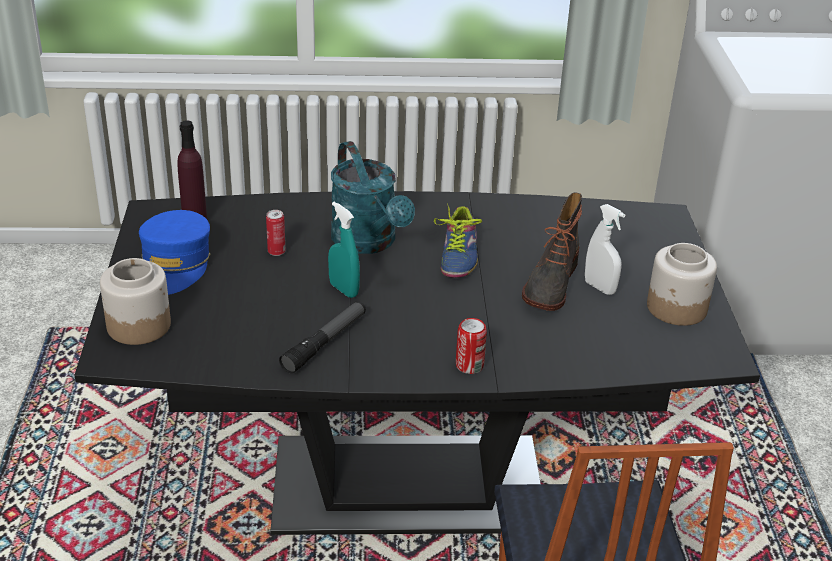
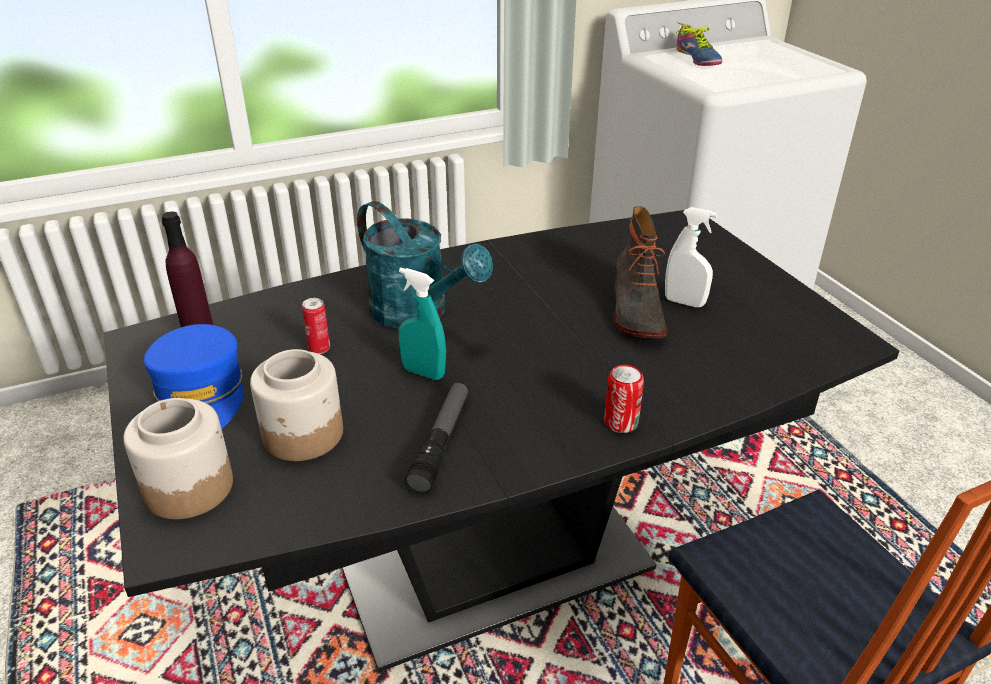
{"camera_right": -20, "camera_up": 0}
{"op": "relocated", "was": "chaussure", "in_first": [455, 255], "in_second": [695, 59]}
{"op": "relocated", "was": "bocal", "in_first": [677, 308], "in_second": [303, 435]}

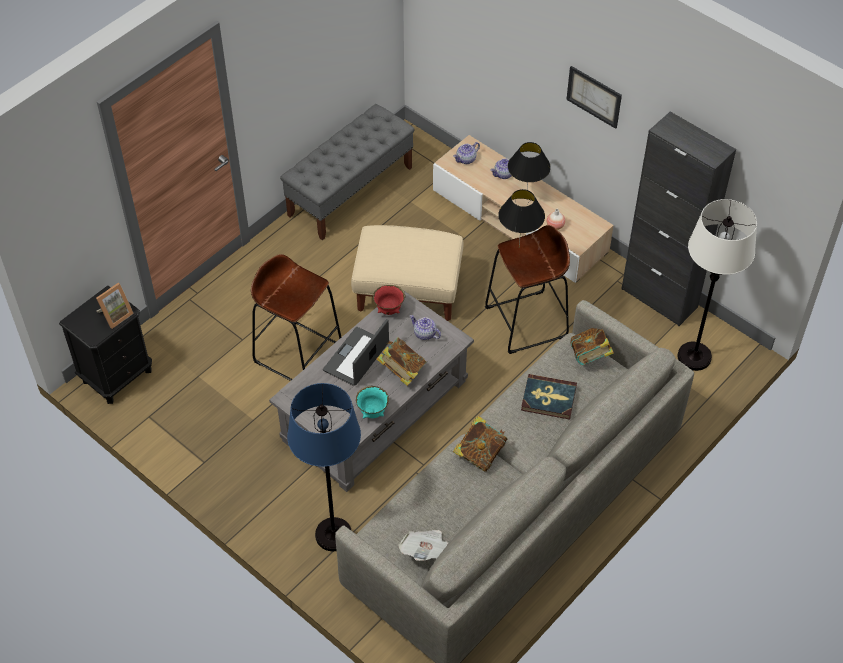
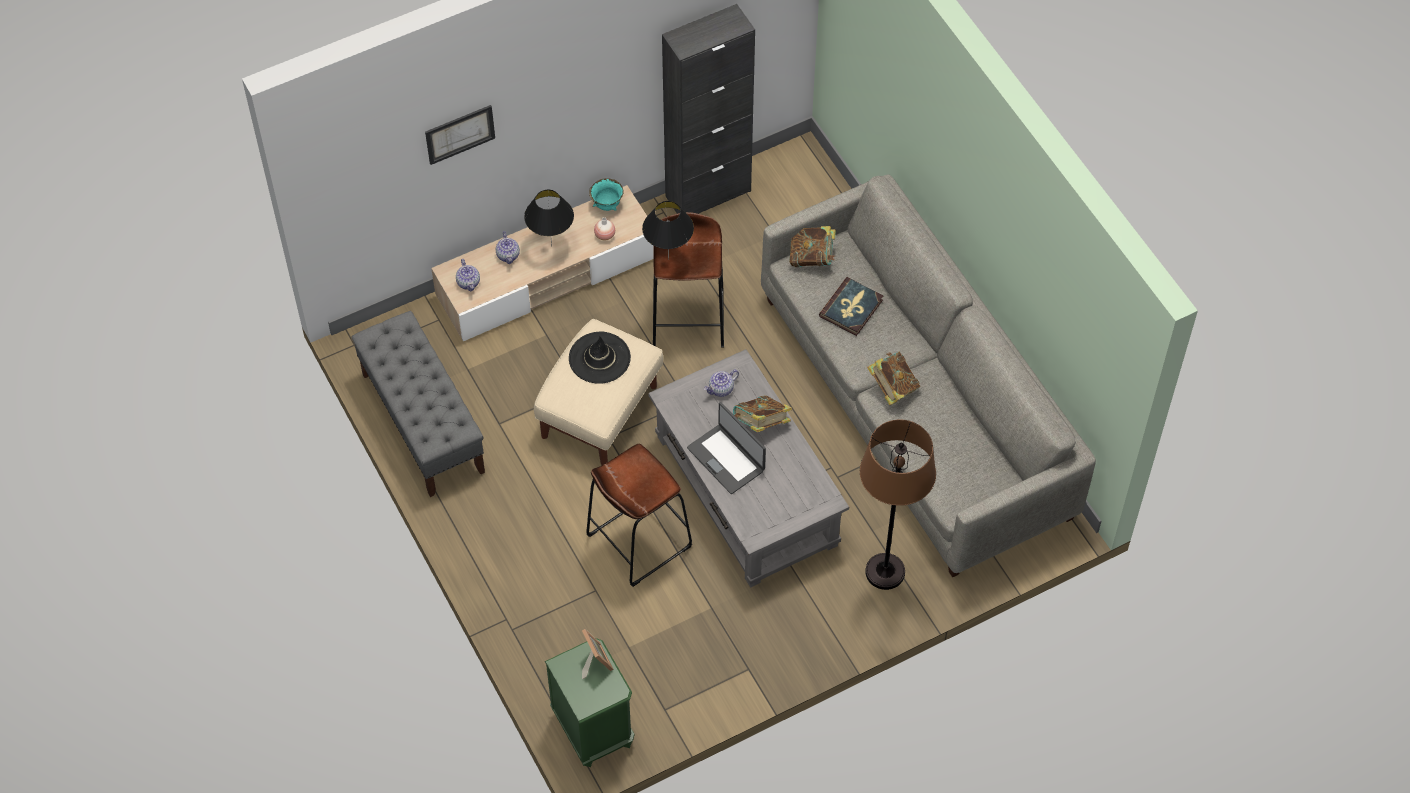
{"camera_right": -70, "camera_up": 5}
{"op": "missing", "was": "bol/rouge", "in_first": [389, 310]}
{"op": "missing", "was": "journal", "in_first": [425, 551]}
{"op": "missing", "was": "lampadaire/blanc", "in_first": [694, 357]}
{"op": "appeared", "now": "chapeau/noir", "in_second": [599, 358]}
{"op": "relocated", "was": "bol/turquoise", "in_first": [373, 412], "in_second": [607, 205]}
{"op": "relocated", "was": "tableau", "in_first": [594, 96], "in_second": [460, 134]}
{"op": "colour", "was": "table de chevet/noir", "now": "table de chevet/vert", "in_first": [117, 376], "in_second": [593, 729]}
{"op": "colour", "was": "lampadaire/bleu", "now": "lampadaire/marron", "in_first": [333, 535], "in_second": [885, 572]}

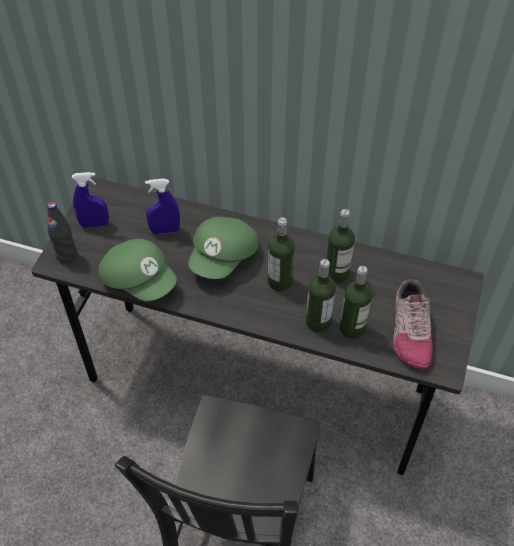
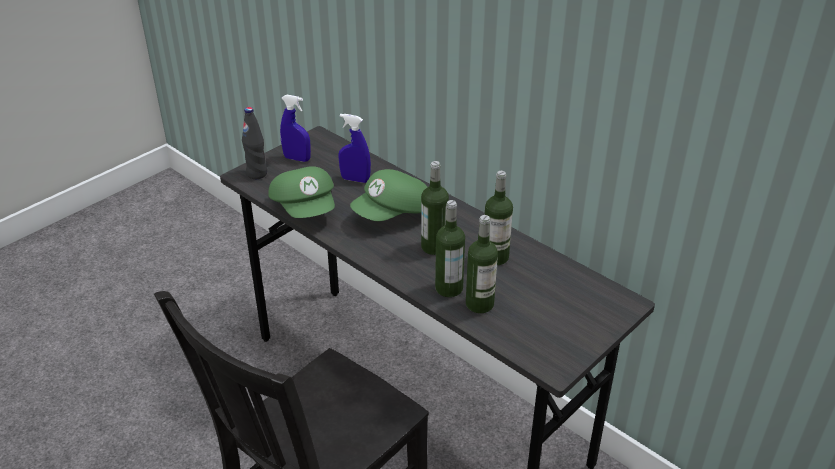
{"camera_right": 25, "camera_up": -15}
{"op": "missing", "was": "chaussure", "in_first": [409, 330]}

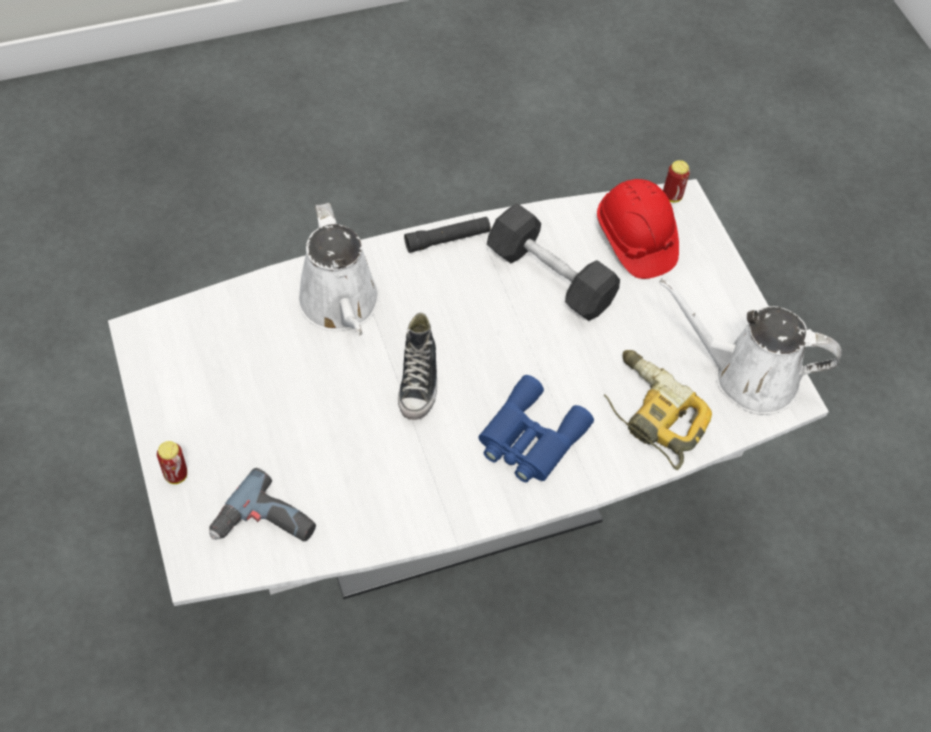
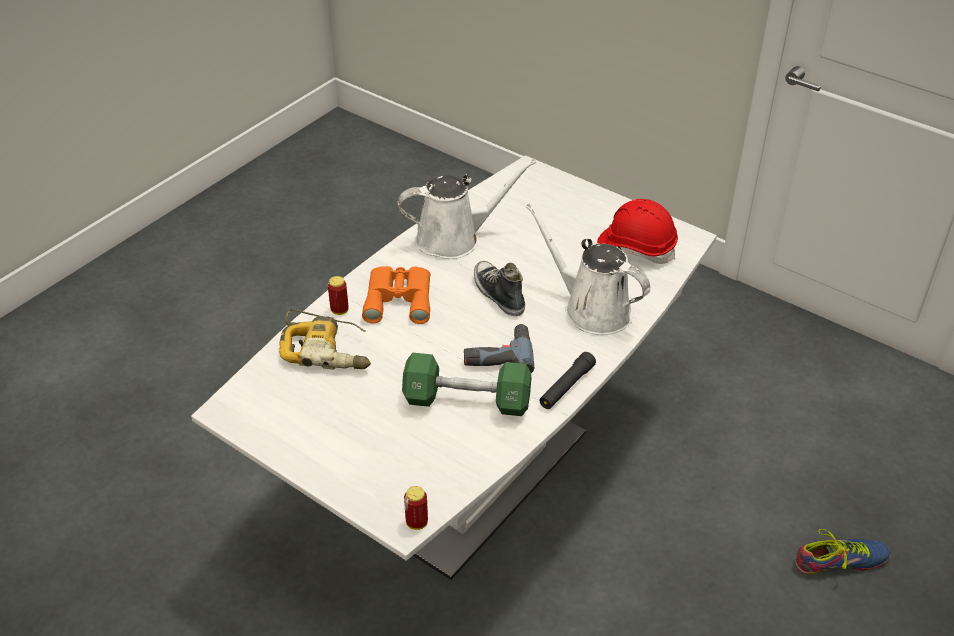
{"camera_right": 150, "camera_up": -15}
{"op": "appeared", "now": "chaussure", "in_second": [840, 561]}
{"op": "relocated", "was": "boîte métallique", "in_first": [176, 475], "in_second": [339, 310]}
{"op": "relocated", "was": "perceuse", "in_first": [265, 527], "in_second": [498, 354]}
{"op": "relocated", "was": "casque de chantier/rouge", "in_first": [635, 240], "in_second": [636, 246]}
{"op": "relocated", "was": "arrosoir/blanc", "in_first": [746, 376], "in_second": [454, 238]}
{"op": "colour", "was": "jumelles/bleu", "now": "jumelles/orange", "in_first": [529, 439], "in_second": [399, 298]}
{"op": "colour", "was": "haltère/noir", "now": "haltère/vert", "in_first": [550, 277], "in_second": [467, 400]}

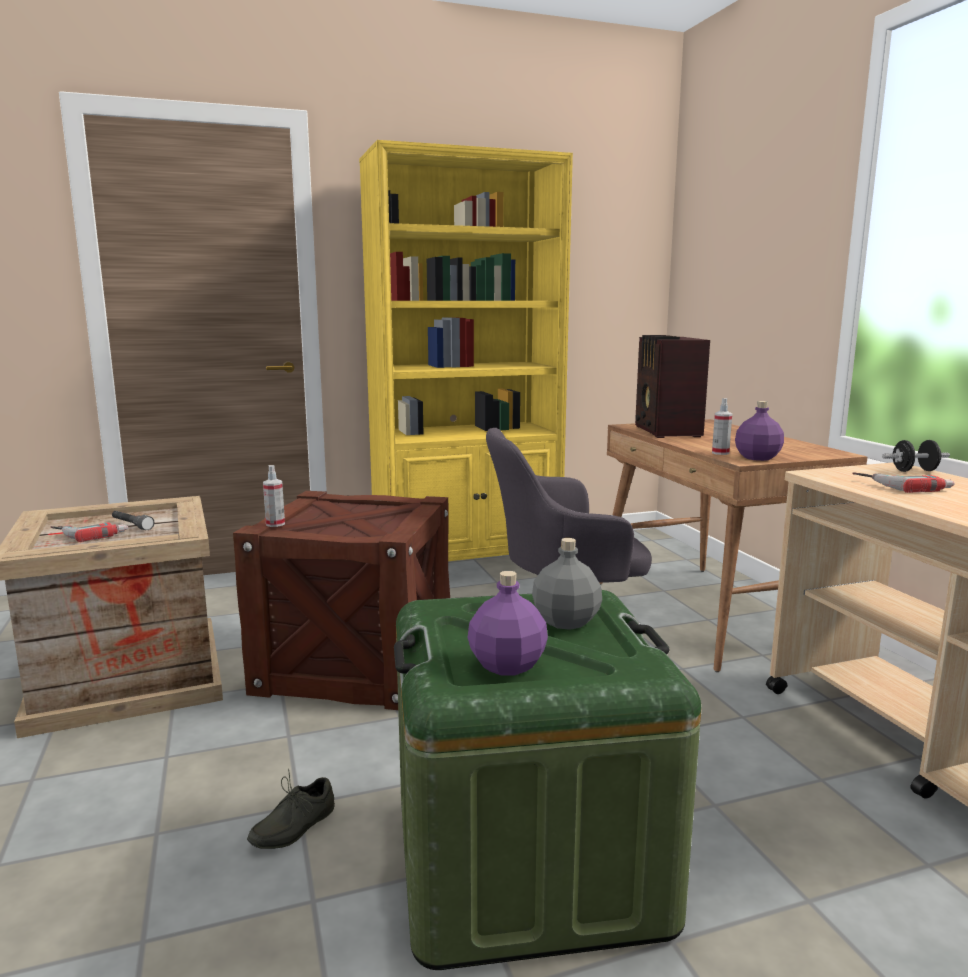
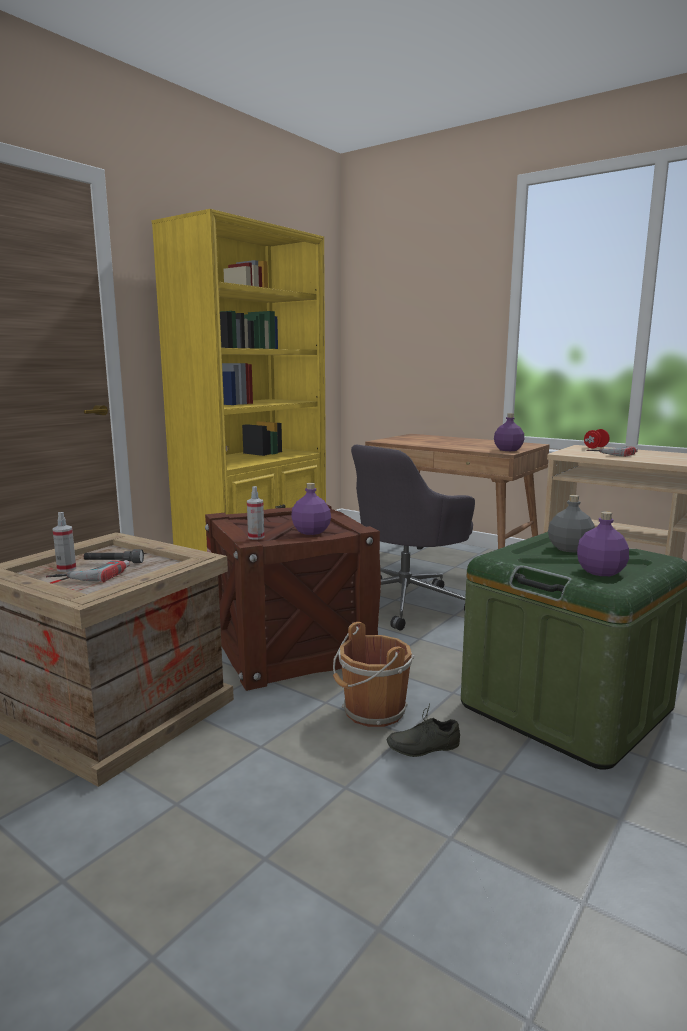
{"camera_right": -35, "camera_up": 0}
{"op": "missing", "was": "radio", "in_first": [666, 431]}
{"op": "appeared", "now": "bouteille/violet", "in_second": [310, 531]}
{"op": "appeared", "now": "seau/marron", "in_second": [372, 712]}
{"op": "relocated", "was": "vaporisateur", "in_first": [720, 453], "in_second": [66, 568]}
{"op": "colour", "was": "haltère/noir", "now": "haltère/rouge", "in_first": [914, 471], "in_second": [595, 447]}
{"op": "spun", "was": "chaussure/gris", "in_first": [291, 826], "in_second": [422, 745], "clockwise": 75}

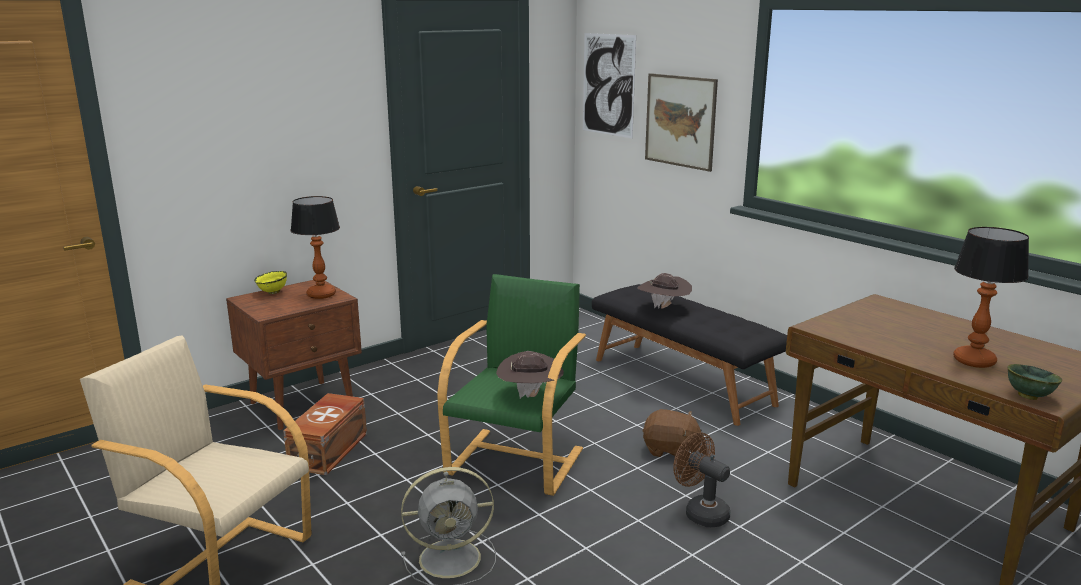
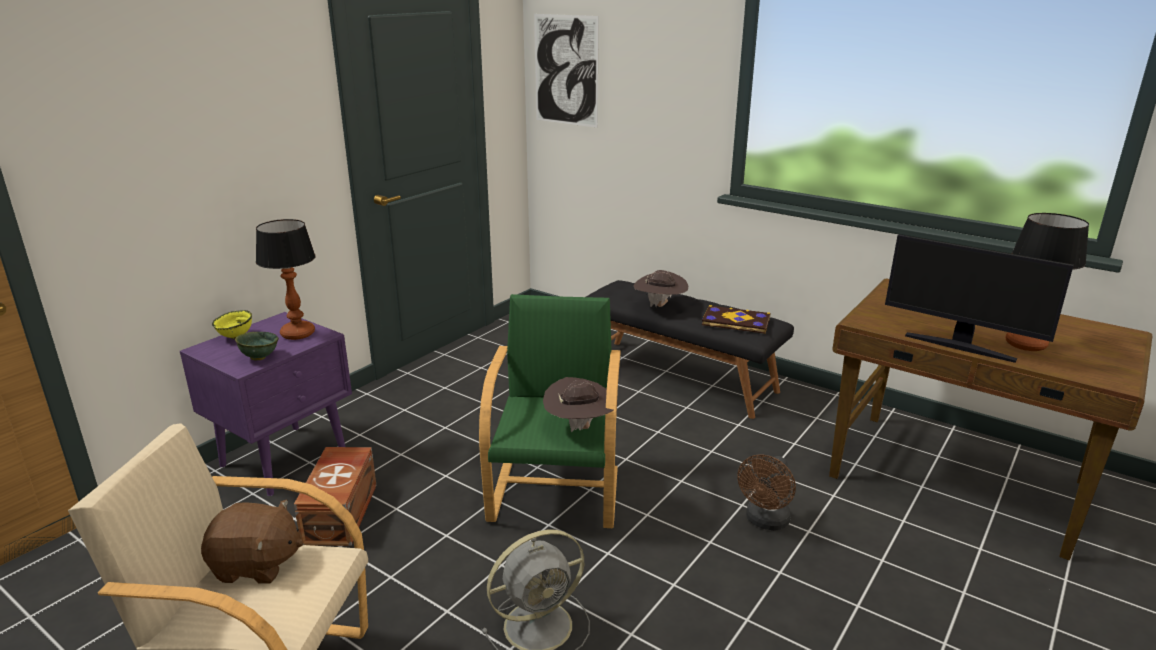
{"camera_right": -15, "camera_up": 5}
{"op": "missing", "was": "tableau", "in_first": [680, 121]}
{"op": "appeared", "now": "livre", "in_second": [735, 322]}
{"op": "appeared", "now": "écran d'ordinateur", "in_second": [959, 346]}
{"op": "relocated", "was": "peluche/marron", "in_first": [670, 450], "in_second": [257, 565]}
{"op": "relocated", "was": "bol/vert", "in_first": [1027, 396], "in_second": [259, 357]}
{"op": "colour", "was": "table de chevet/marron", "now": "table de chevet/violet", "in_first": [304, 404], "in_second": [286, 458]}
{"op": "spun", "was": "ventilateur/marron", "in_first": [701, 512], "in_second": [765, 522], "clockwise": -90}

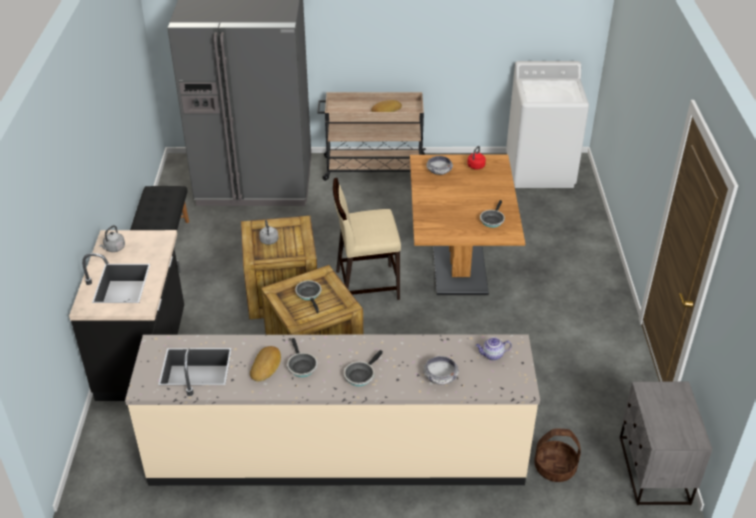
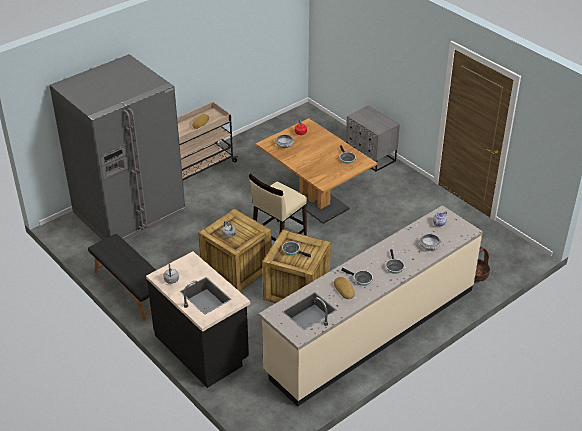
{"camera_right": -40, "camera_up": 0}
{"op": "missing", "was": "lave-linge/blanc", "in_first": [540, 170]}
{"op": "relocated", "was": "table de chevet/gris", "in_first": [653, 471], "in_second": [370, 157]}

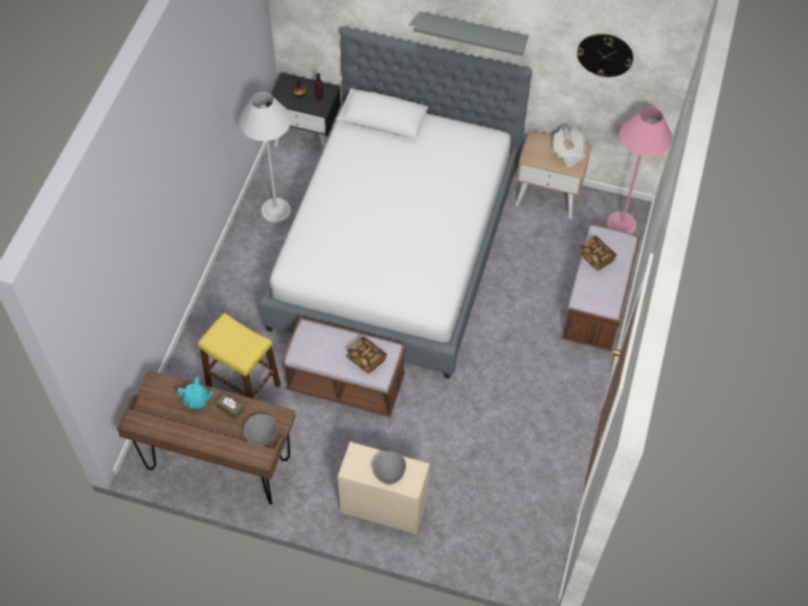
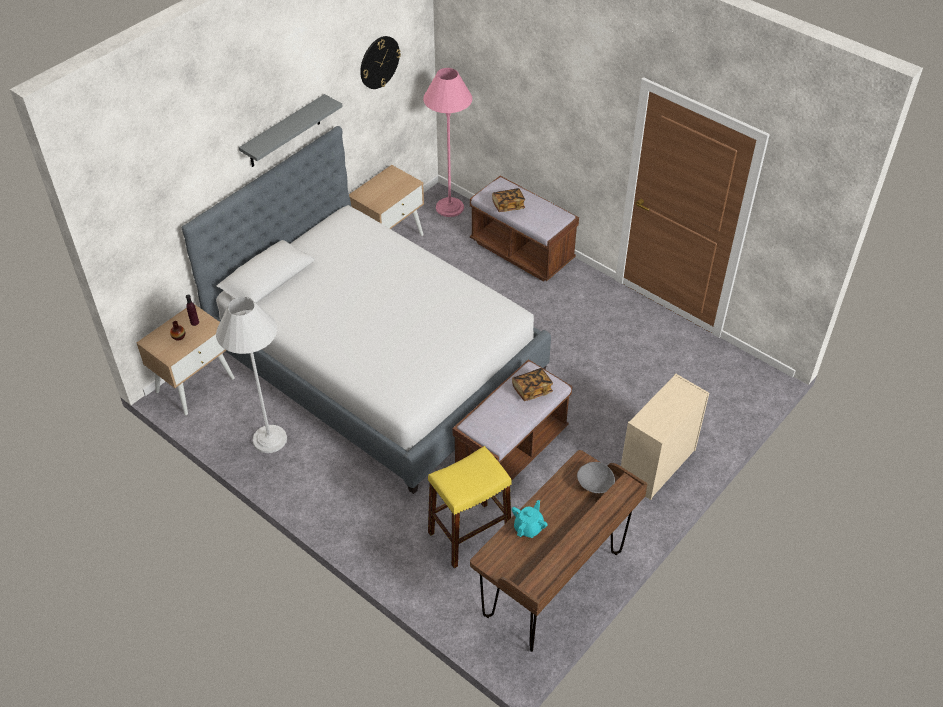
{"camera_right": -65, "camera_up": -10}
{"op": "missing", "was": "boîte à mouchoirs/marron", "in_first": [230, 408]}
{"op": "missing", "was": "bol/gris", "in_first": [389, 472]}
{"op": "missing", "was": "journal", "in_first": [568, 152]}
{"op": "colour", "was": "table de chevet/noir", "now": "table de chevet/beige", "in_first": [307, 138], "in_second": [195, 384]}

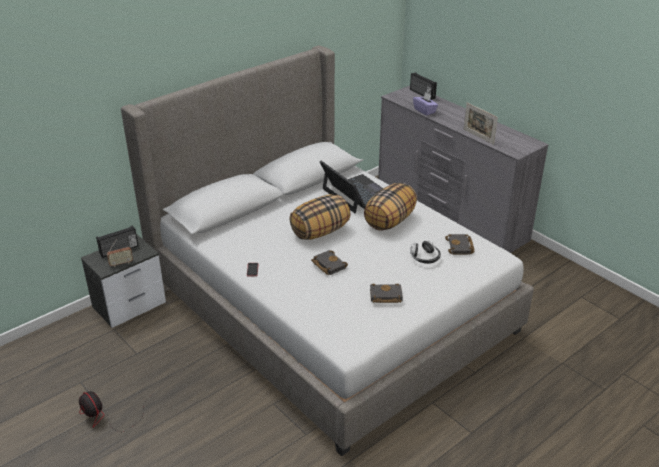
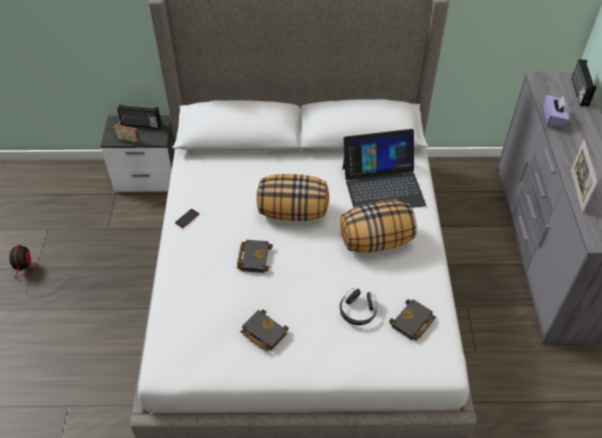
{"camera_right": 40, "camera_up": 15}
{"op": "spun", "was": "ordinateur portable", "in_first": [357, 194], "in_second": [382, 185], "clockwise": 75}

